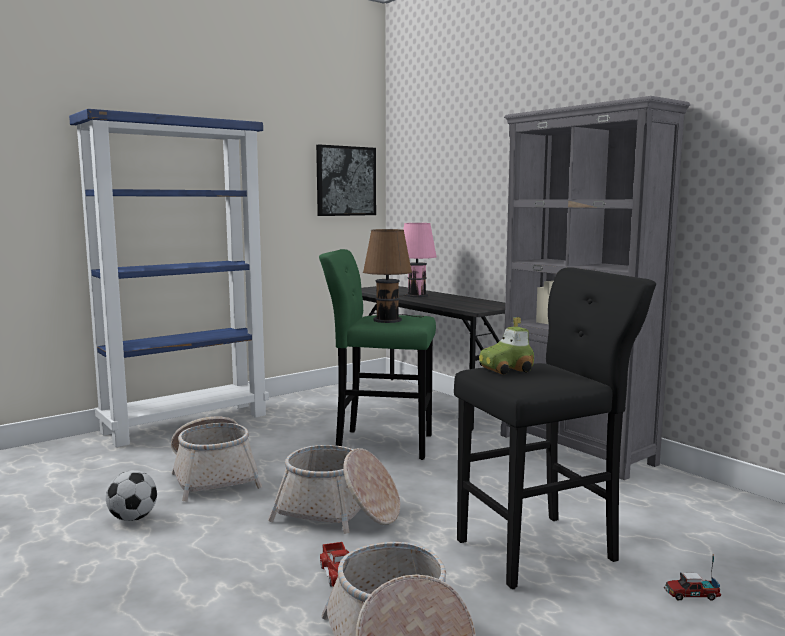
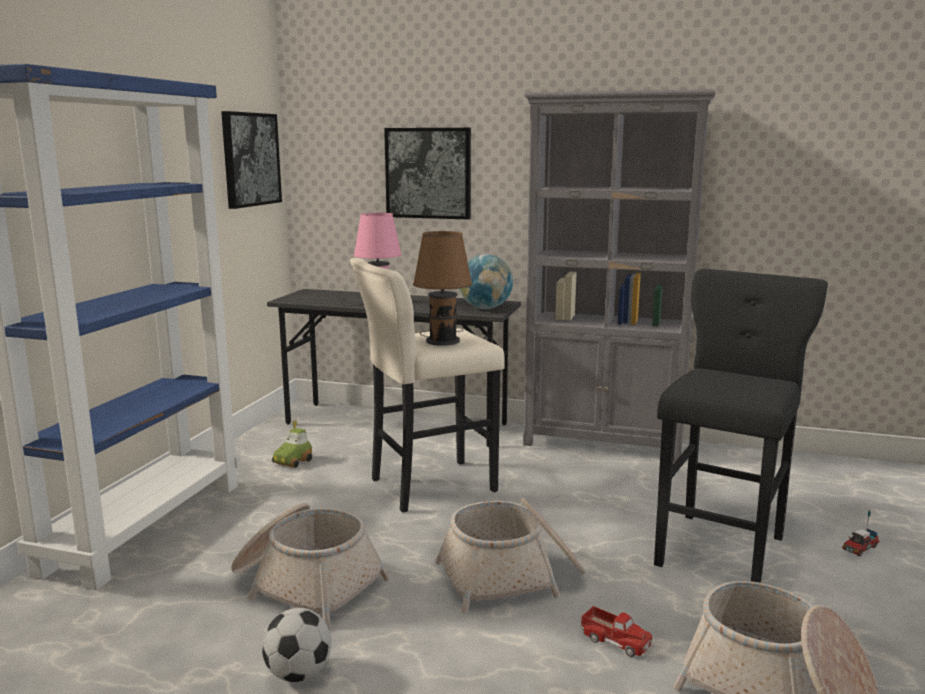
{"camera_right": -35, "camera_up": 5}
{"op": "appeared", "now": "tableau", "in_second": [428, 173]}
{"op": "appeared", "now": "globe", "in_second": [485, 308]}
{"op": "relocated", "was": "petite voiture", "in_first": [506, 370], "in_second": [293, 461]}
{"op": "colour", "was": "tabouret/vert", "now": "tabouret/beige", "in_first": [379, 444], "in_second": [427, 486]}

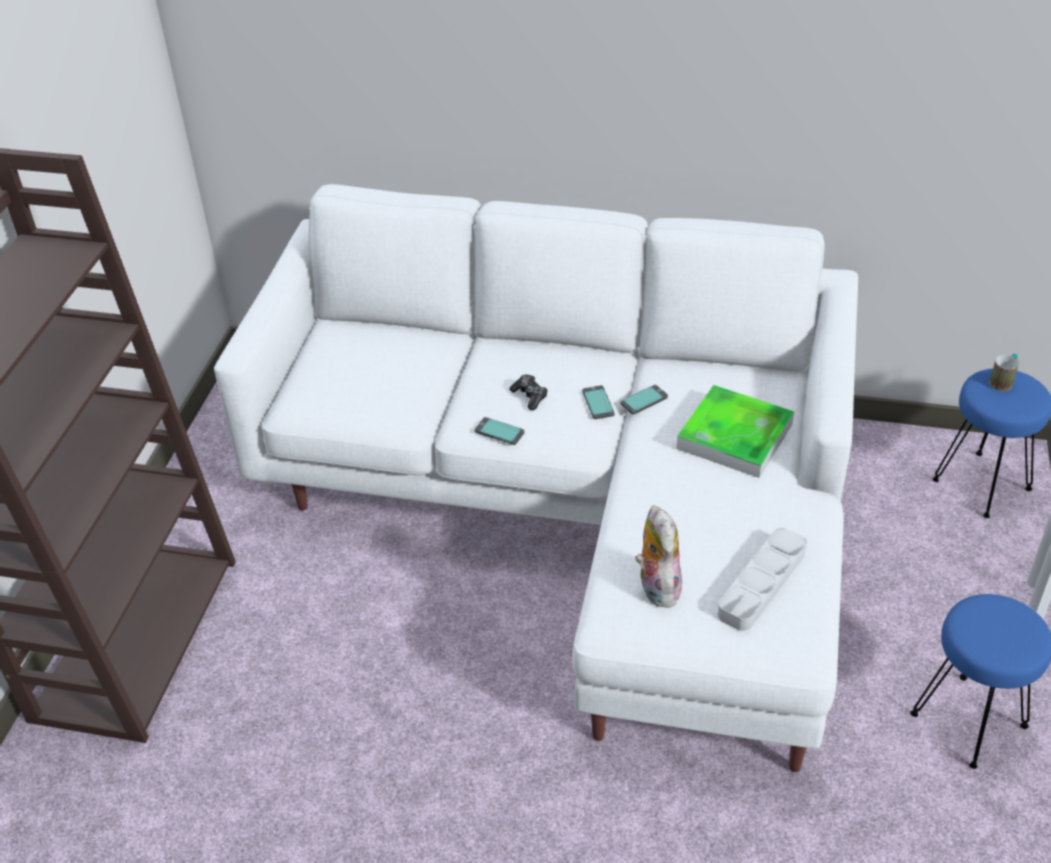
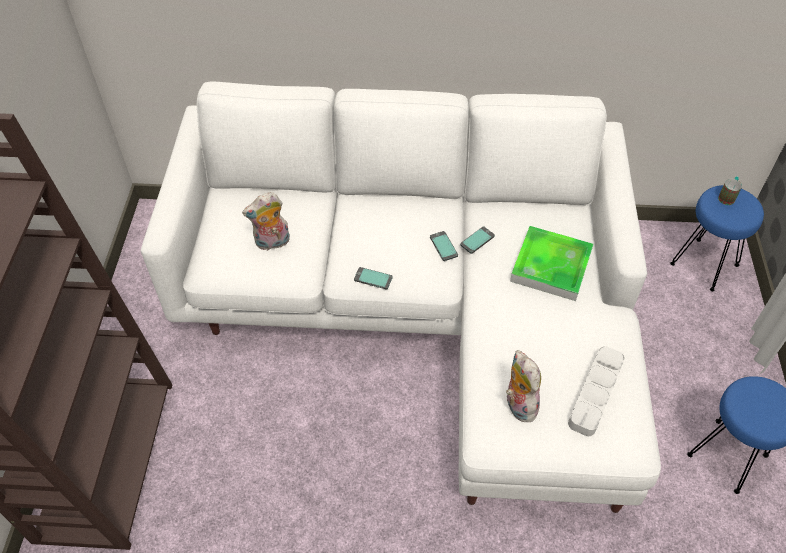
{"camera_right": -10, "camera_up": 10}
{"op": "missing", "was": "manette", "in_first": [530, 396]}
{"op": "appeared", "now": "peluche", "in_second": [272, 243]}

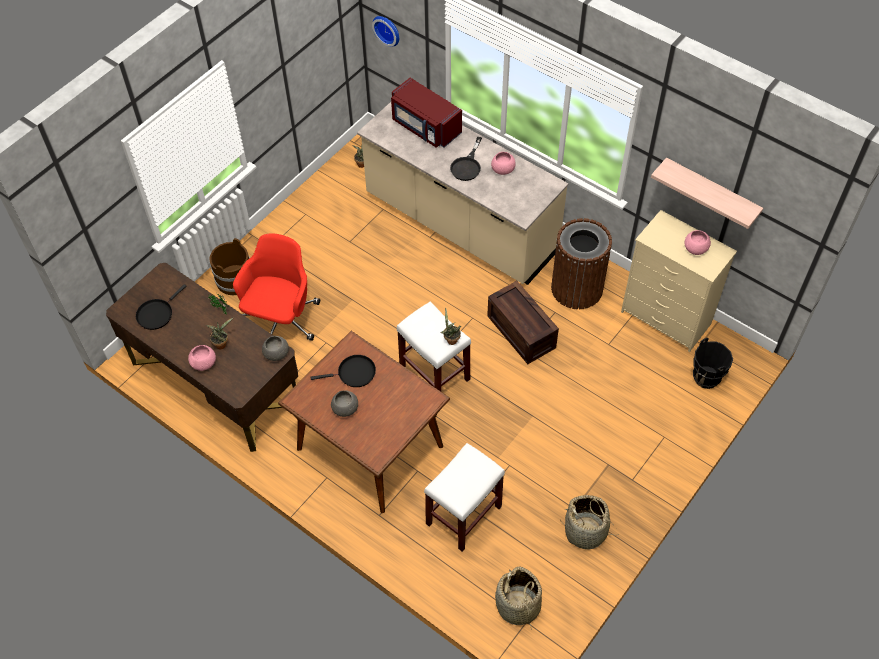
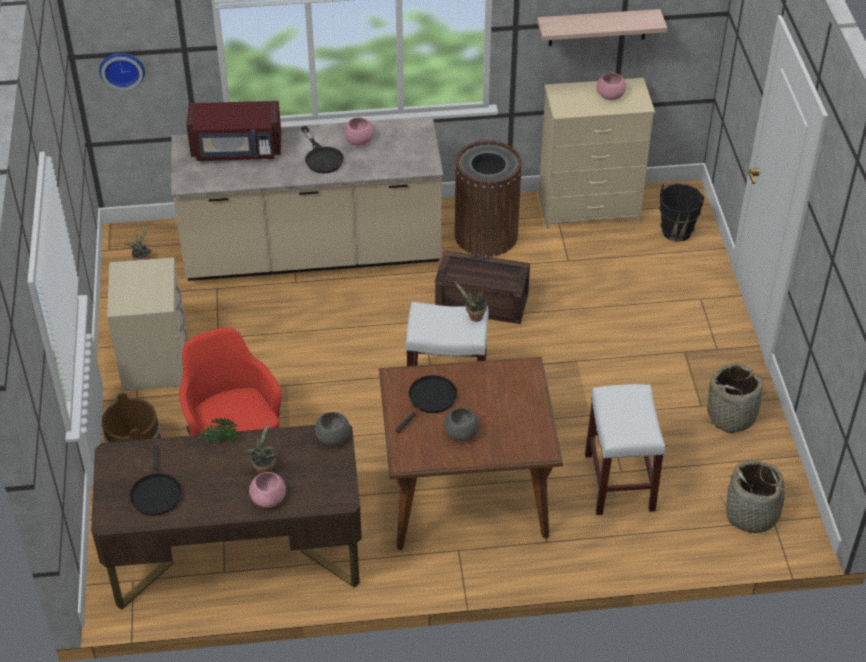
{"camera_right": -45, "camera_up": -10}
{"op": "appeared", "now": "table de chevet/beige", "in_second": [155, 361]}

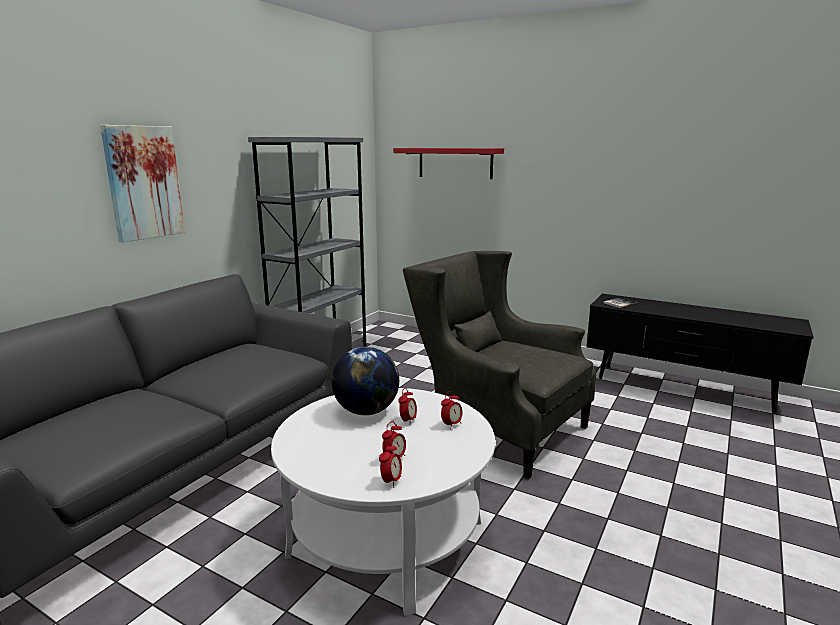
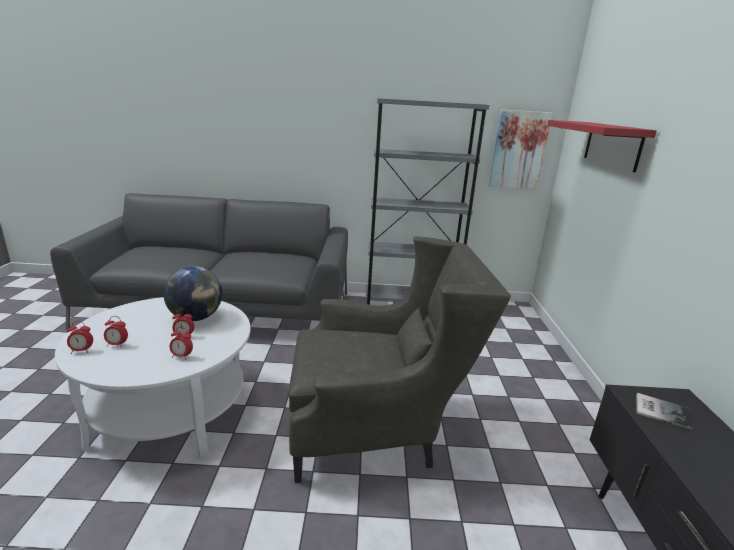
{"camera_right": 60, "camera_up": 5}
{"op": "relocated", "was": "tableau", "in_first": [143, 182], "in_second": [518, 150]}
{"op": "spun", "was": "fauteuil/gris", "in_first": [496, 427], "in_second": [377, 429], "clockwise": 75}

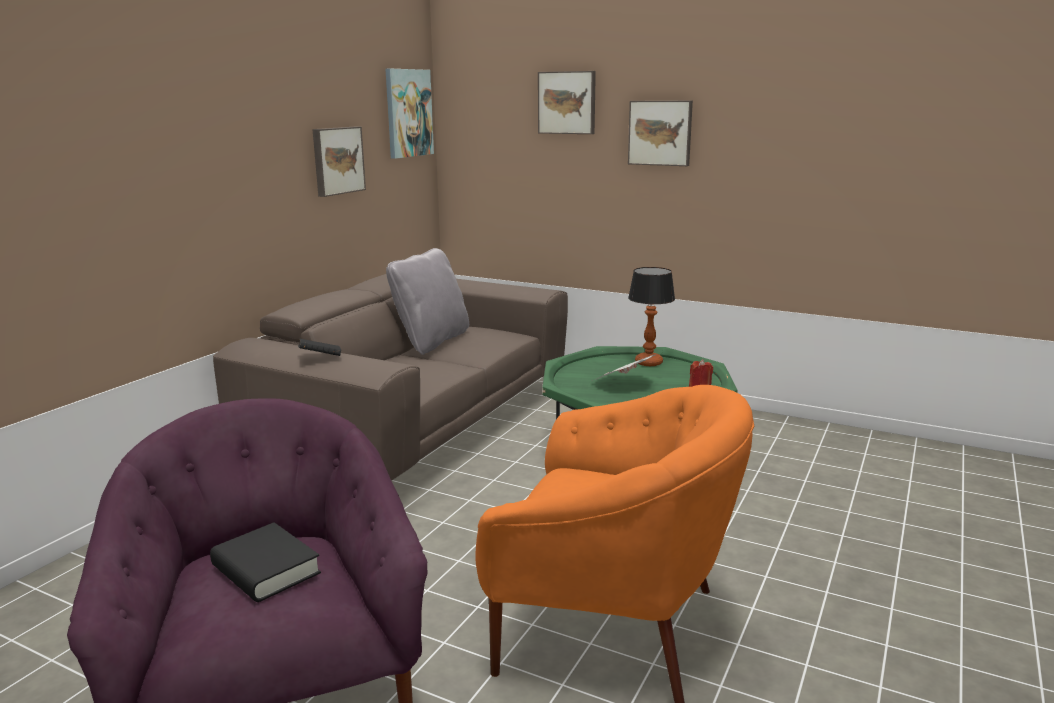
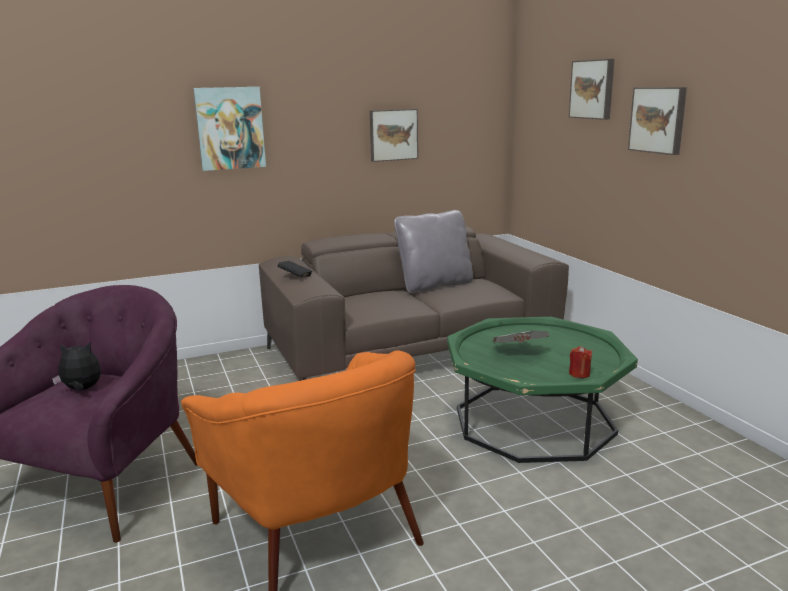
{"camera_right": 40, "camera_up": 0}
{"op": "missing", "was": "lampe de table", "in_first": [648, 362]}
{"op": "relocated", "was": "tableau", "in_first": [408, 113], "in_second": [230, 128]}
{"op": "exchanged", "was": "livre/noir", "now": "peluche", "in_first": [266, 570], "in_second": [82, 390]}

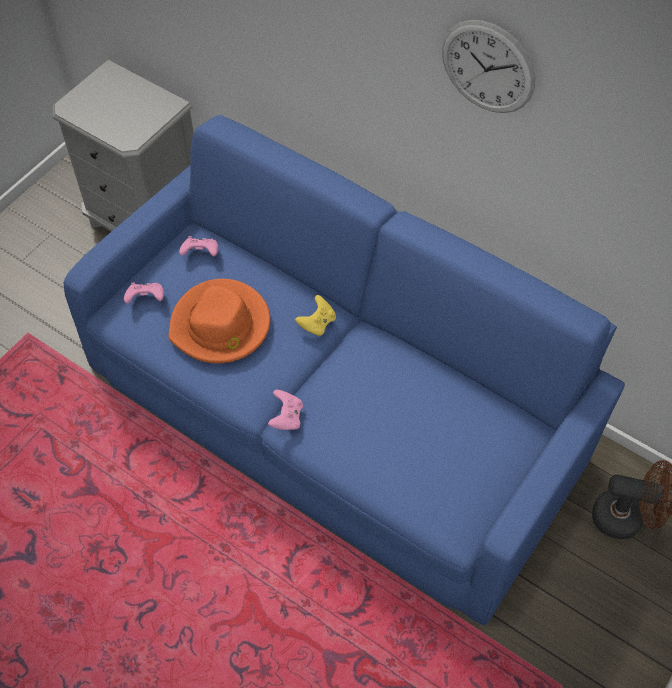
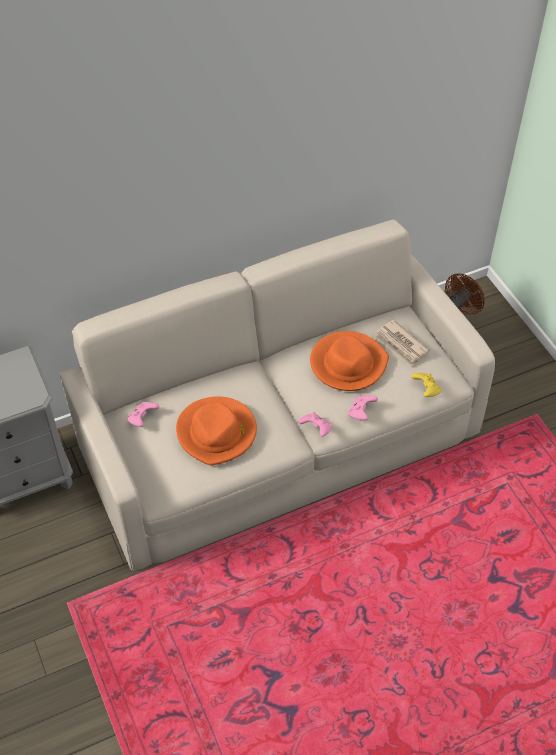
{"camera_right": -60, "camera_up": -5}
{"op": "missing", "was": "horloge murale", "in_first": [488, 67]}
{"op": "appeared", "now": "chapeau/orange", "in_second": [348, 363]}
{"op": "appeared", "now": "journal", "in_second": [401, 345]}
{"op": "relocated", "was": "manette/rose", "in_first": [146, 299], "in_second": [361, 413]}
{"op": "relocated", "was": "manette/jaune", "in_first": [317, 323], "in_second": [426, 390]}
{"op": "colour", "was": "canapé/bleu", "now": "canapé/beige", "in_first": [337, 407], "in_second": [278, 433]}

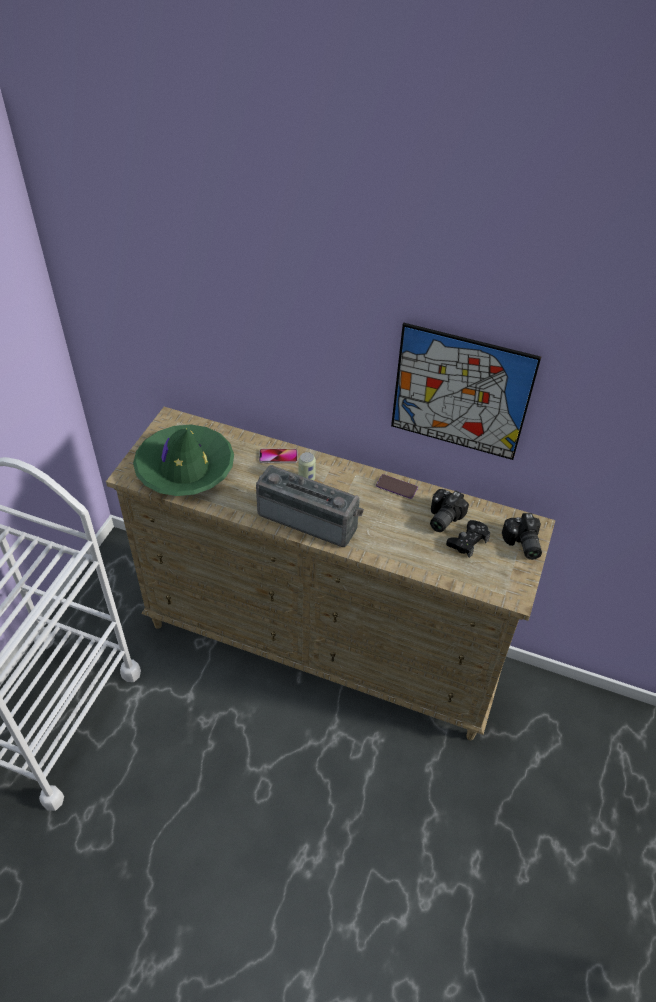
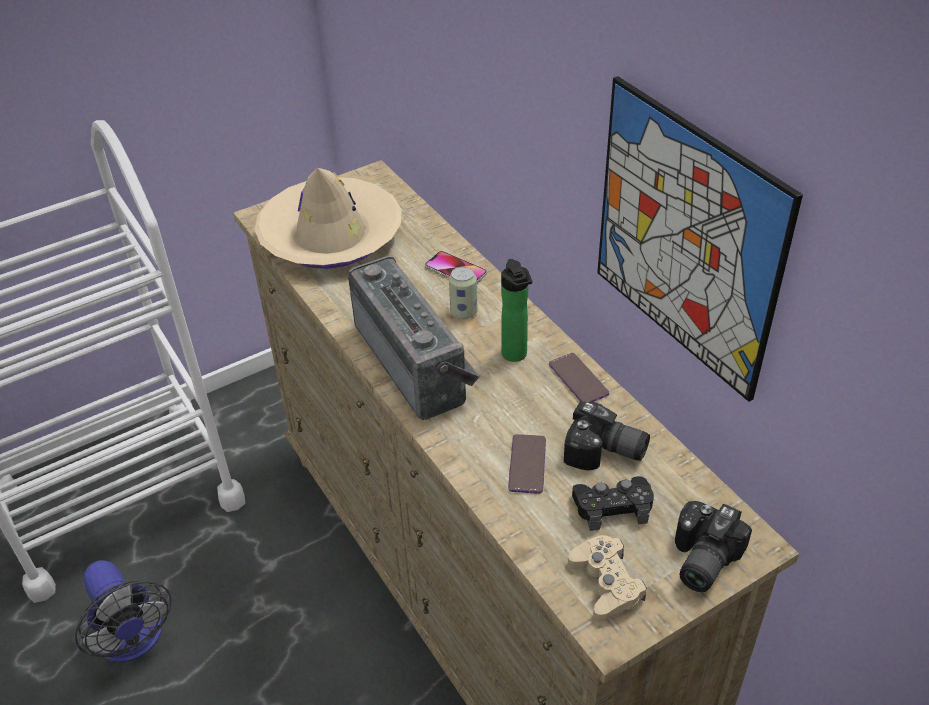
{"camera_right": 40, "camera_up": -5}
{"op": "appeared", "now": "ventilateur", "in_second": [133, 641]}
{"op": "appeared", "now": "bouteille", "in_second": [515, 356]}
{"op": "appeared", "now": "téléphone", "in_second": [527, 464]}
{"op": "appeared", "now": "manette/beige", "in_second": [606, 583]}
{"op": "colour", "was": "chapeau/vert", "now": "chapeau/beige", "in_first": [185, 468], "in_second": [330, 236]}
{"op": "spun", "was": "appareil photo", "in_first": [442, 518], "in_second": [605, 453], "clockwise": -135}

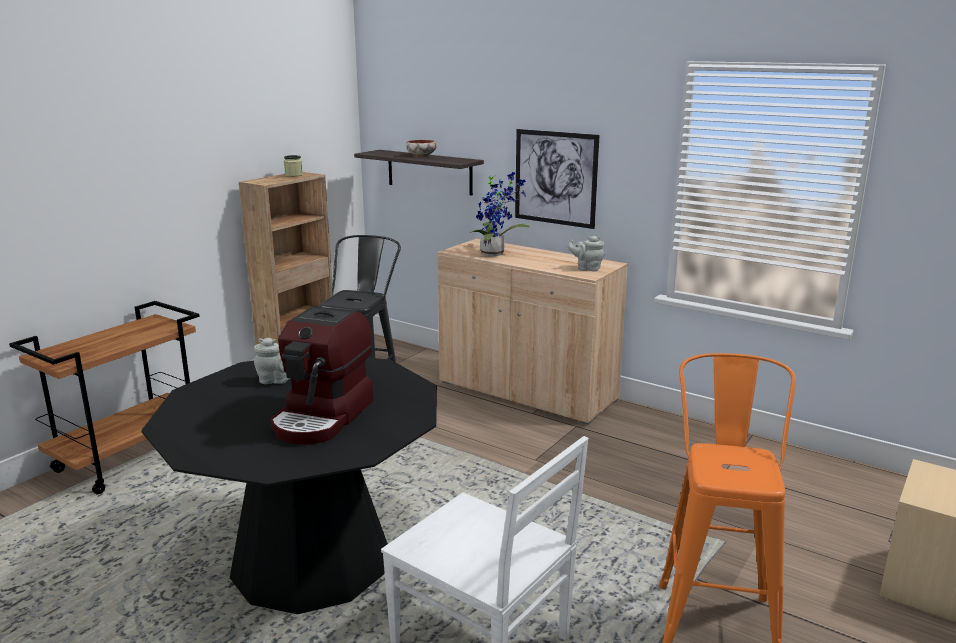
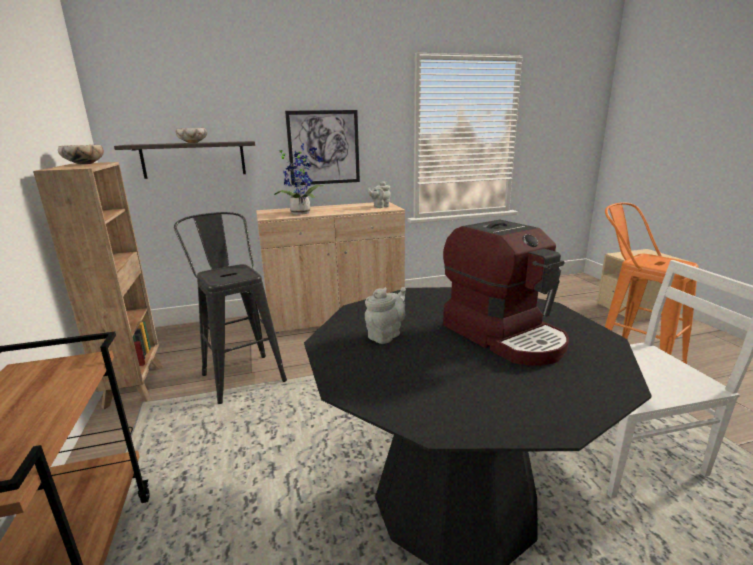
{"camera_right": -50, "camera_up": 0}
{"op": "exchanged", "was": "bocal", "now": "bol", "in_first": [293, 175], "in_second": [84, 164]}

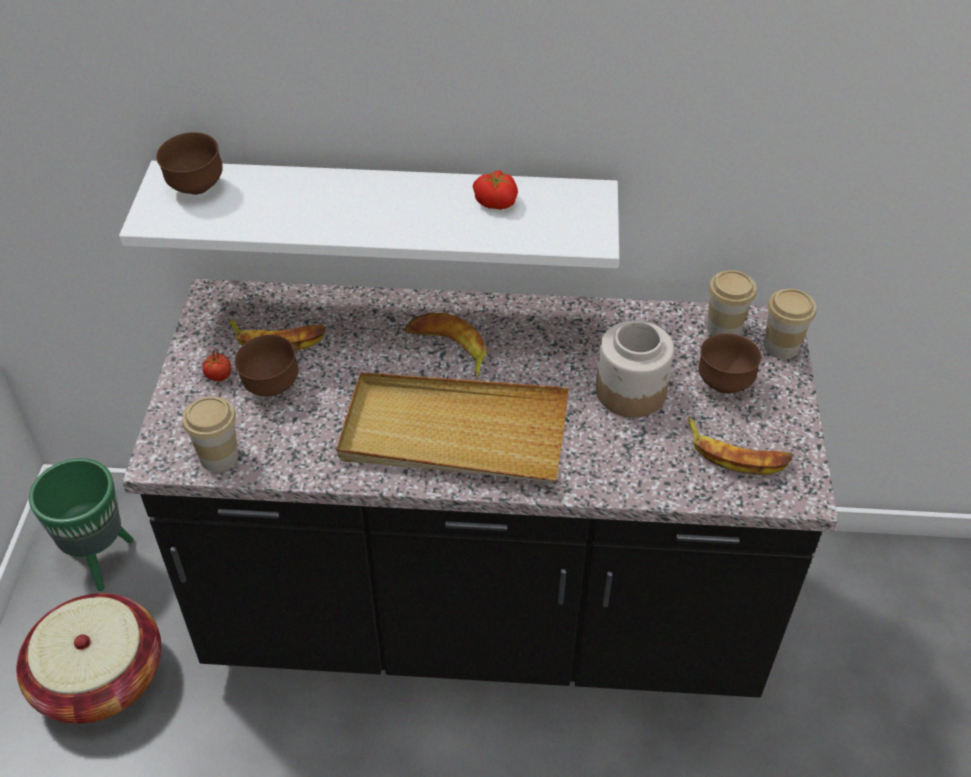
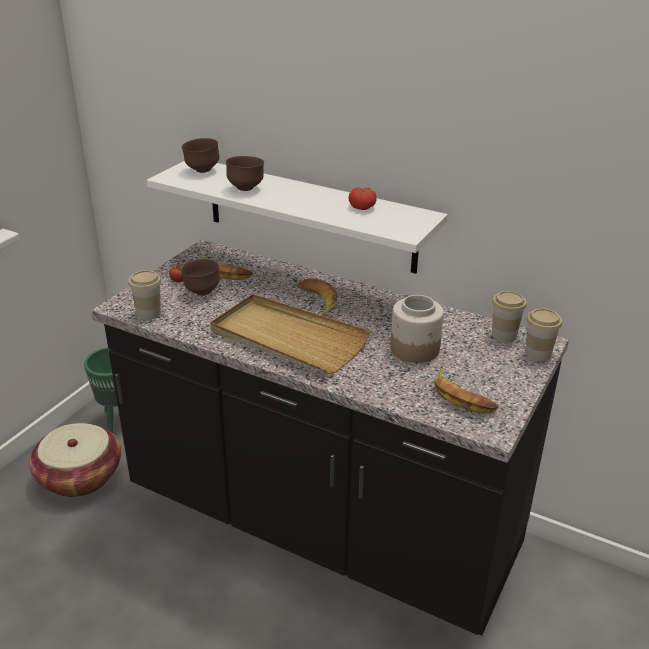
{"camera_right": 25, "camera_up": -15}
{"op": "relocated", "was": "bol/marron", "in_first": [724, 384], "in_second": [246, 188]}

